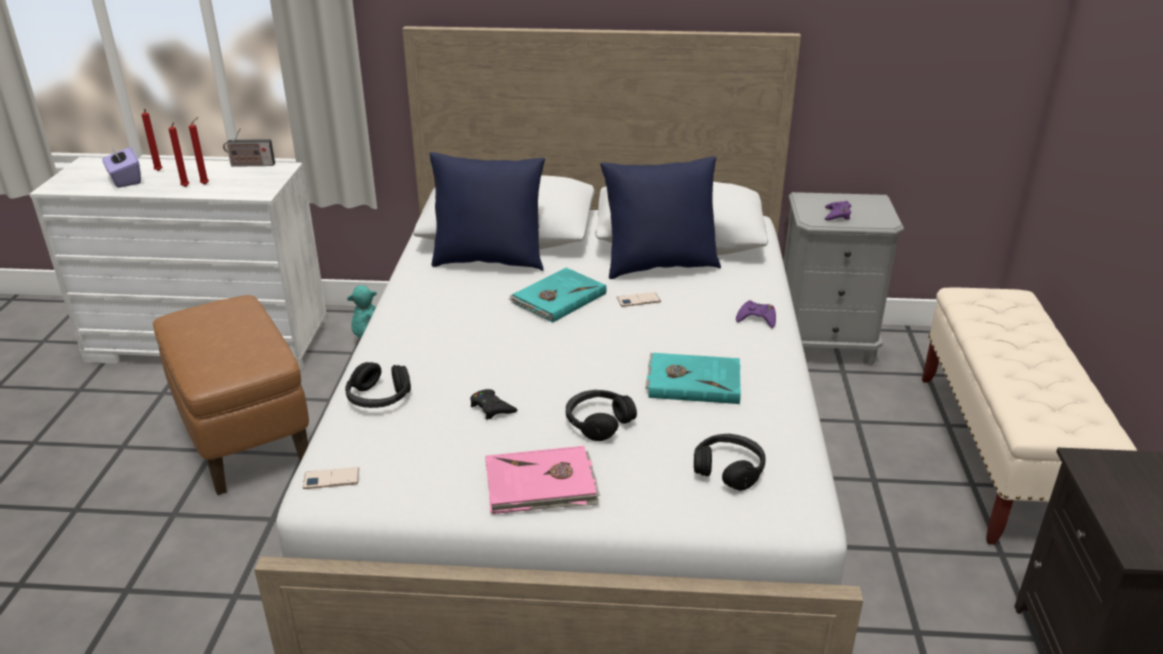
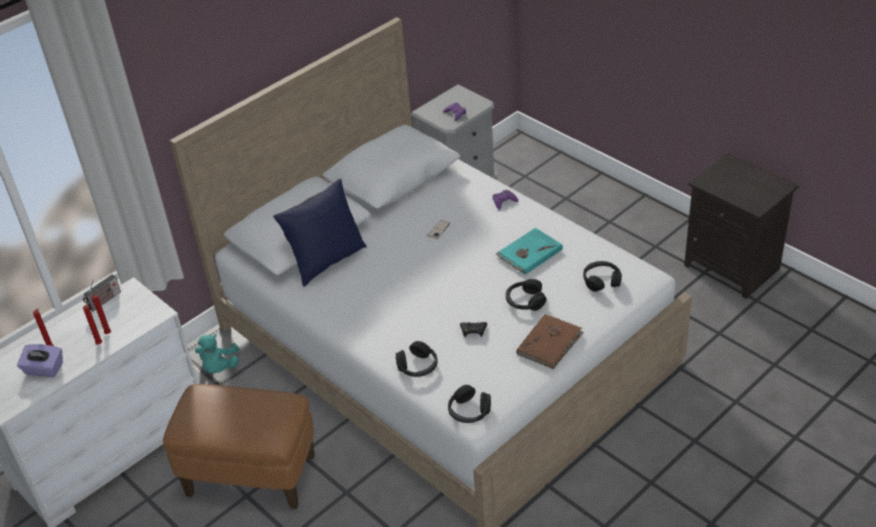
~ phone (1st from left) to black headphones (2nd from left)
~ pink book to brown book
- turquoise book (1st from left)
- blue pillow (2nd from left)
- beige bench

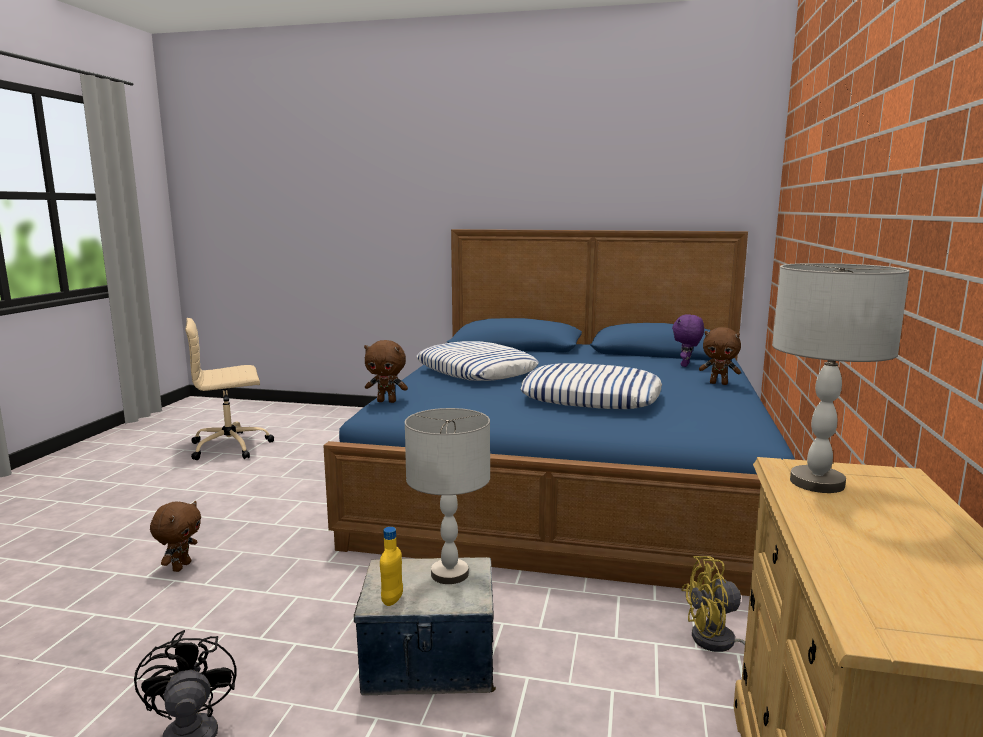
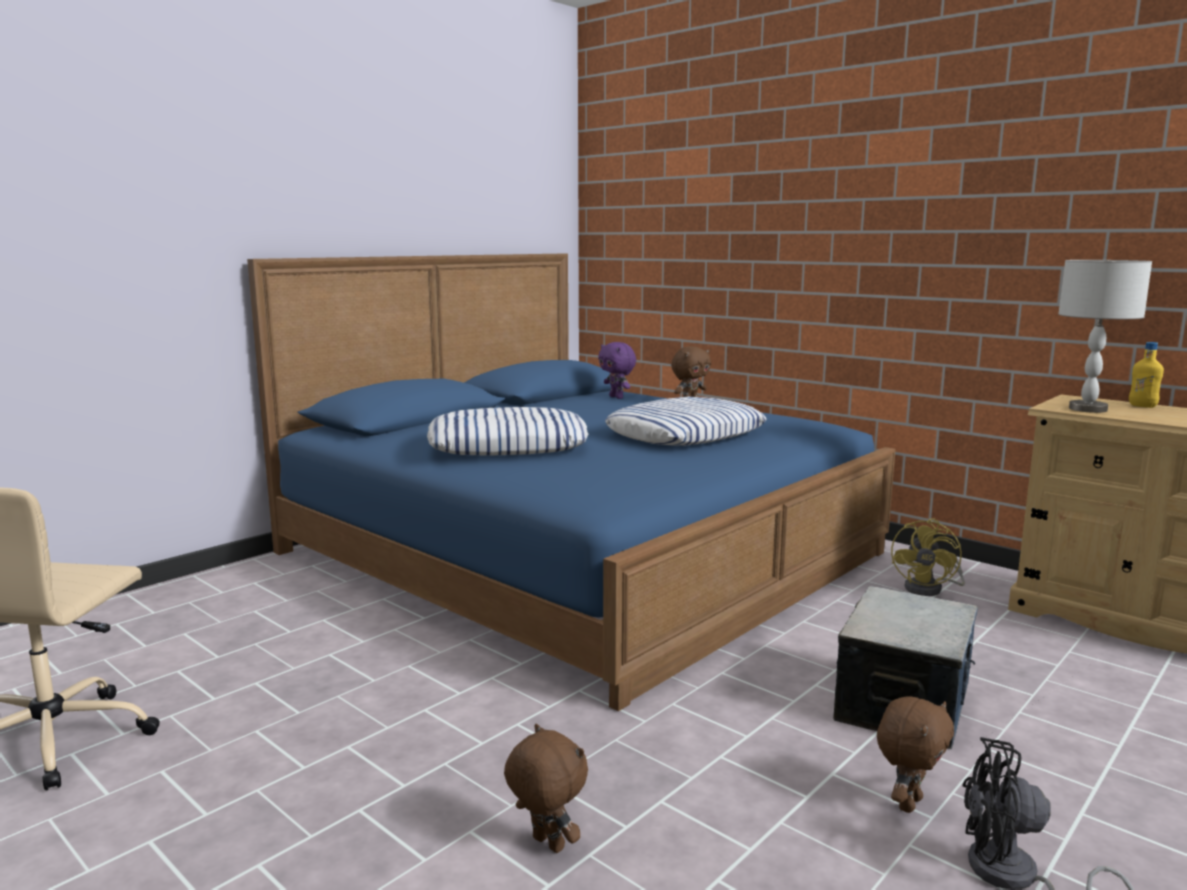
~ brown plush toy (2nd from left in the first image) to brown plush toy (3rd from left)
~ yellow bottle
- grey table lamp (1st from left)

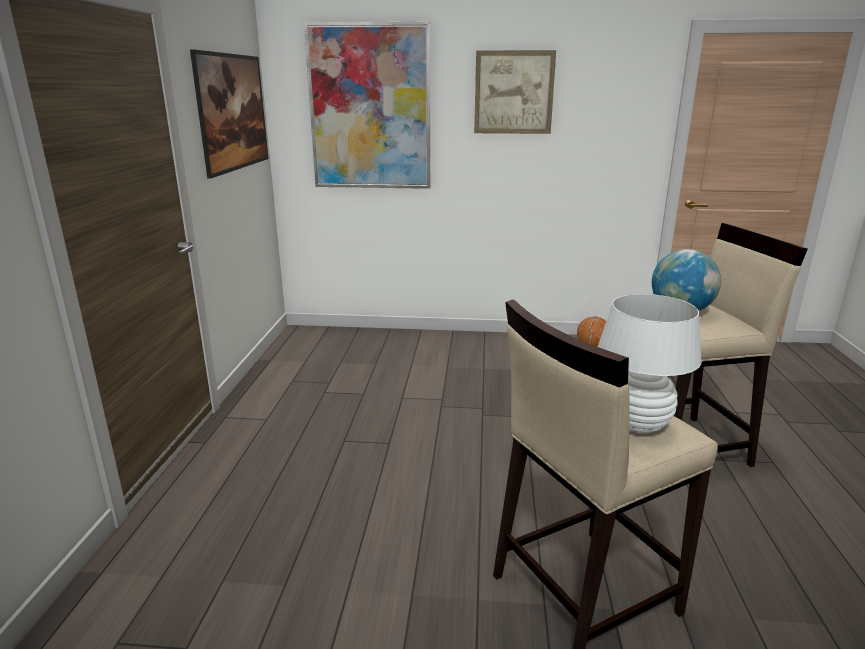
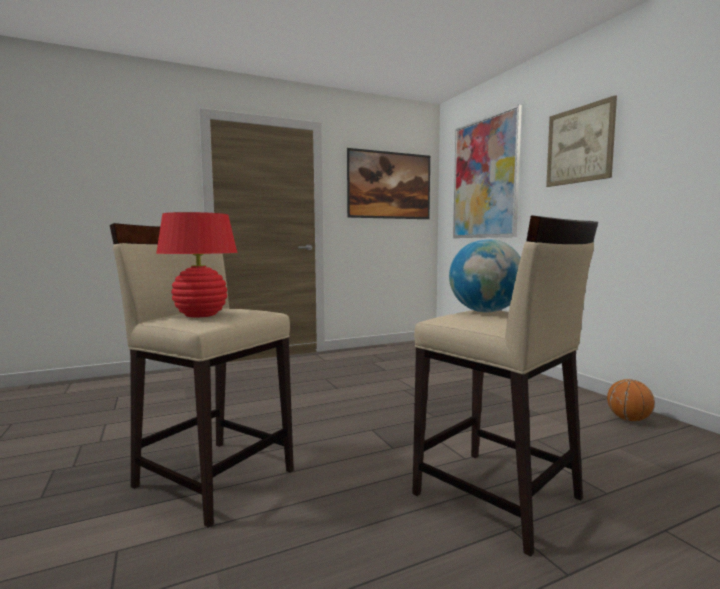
~ white table lamp to red table lamp

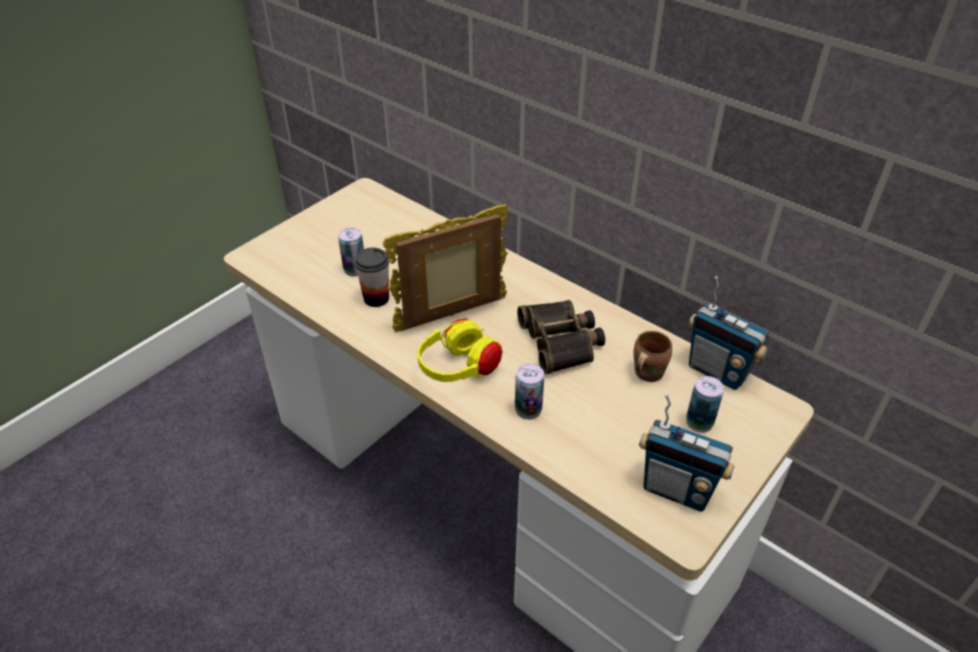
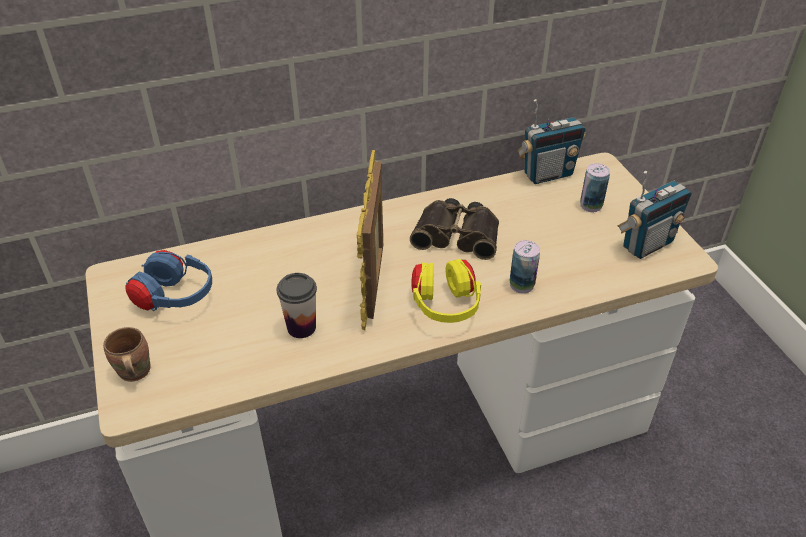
~ brown mug
+ blue headphones
- can (1st from left)

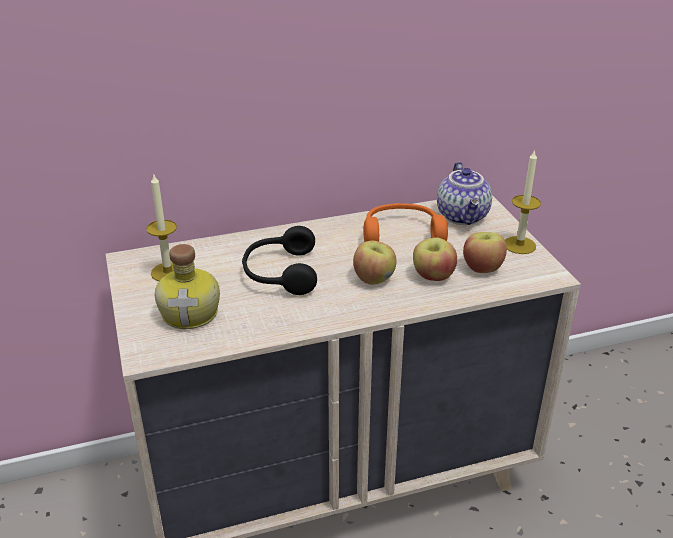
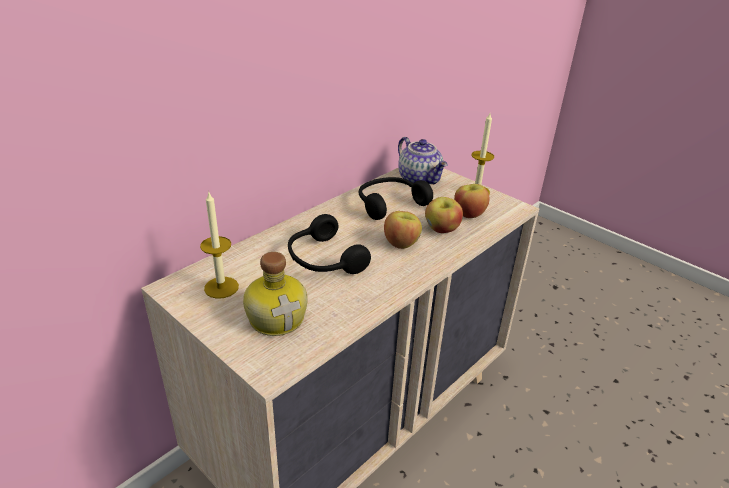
~ orange headphones to black headphones (2nd from left)

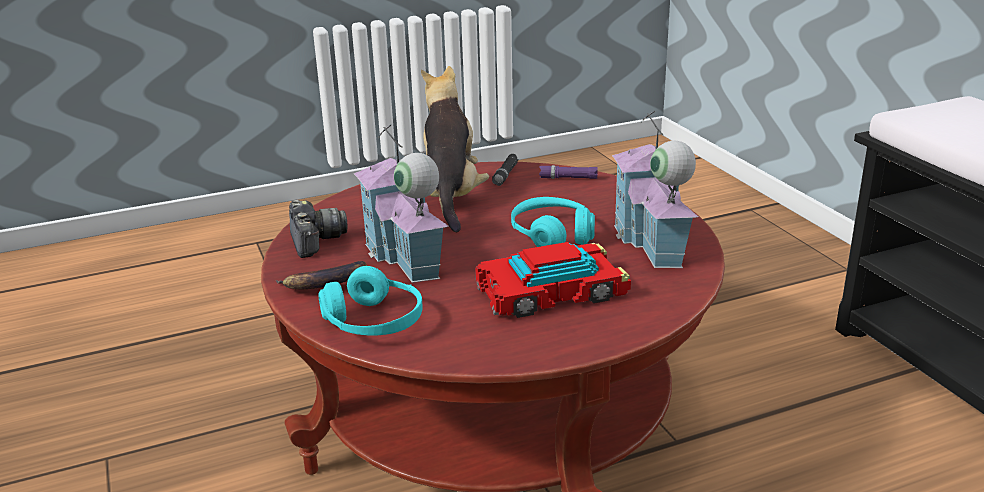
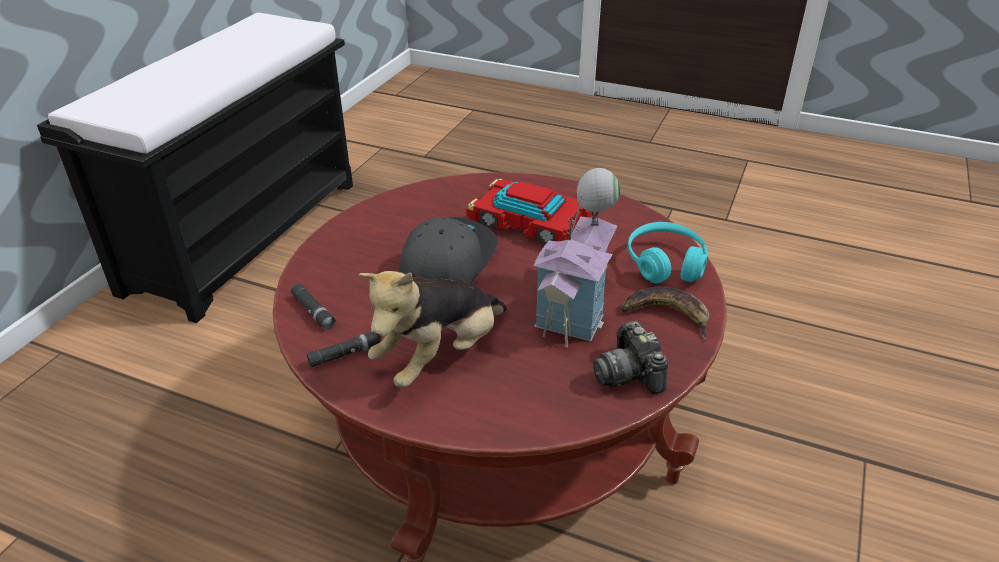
~ purple flashlight to black flashlight (1st from left)
~ turquoise headphones (2nd from left) to grey cap
~ photo camera 45 degrees counterclockwise
- toy house (2nd from left)

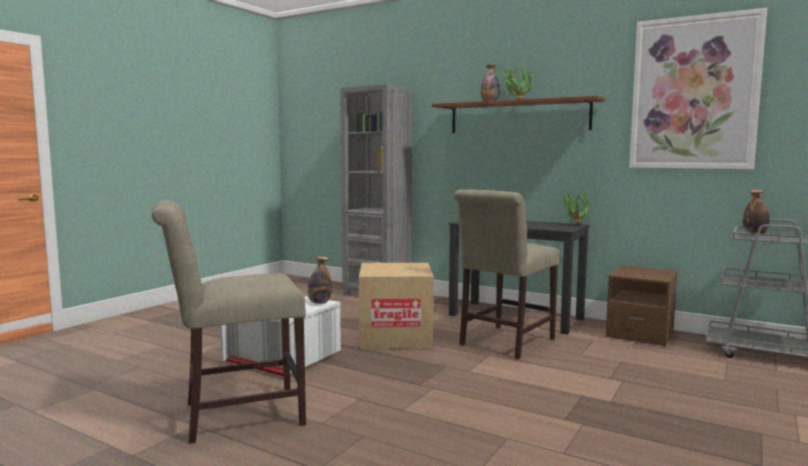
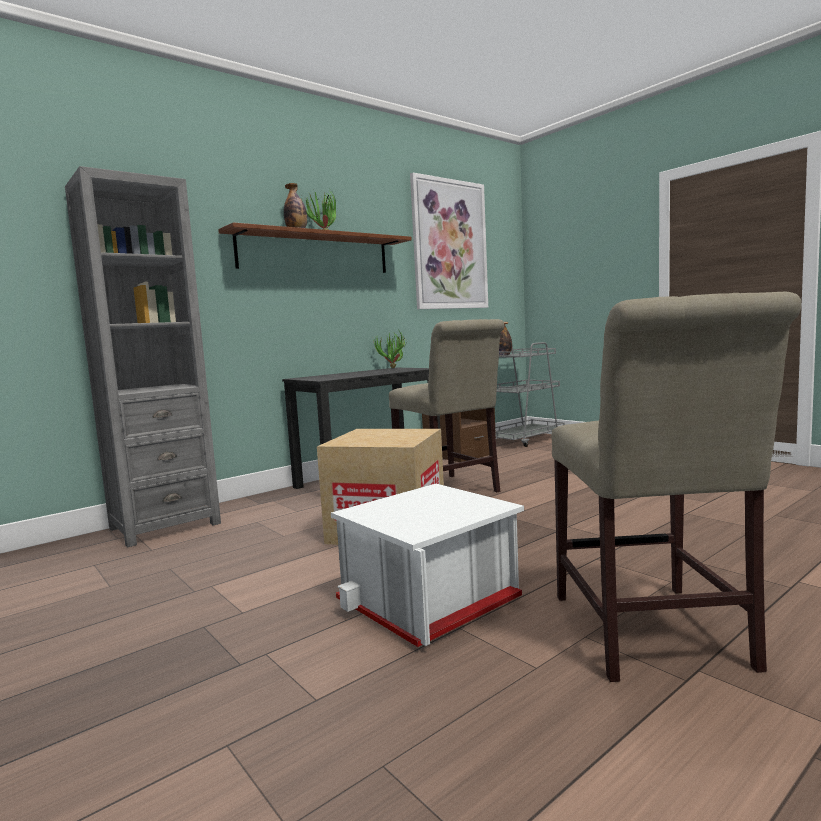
- bottle (1st from left)

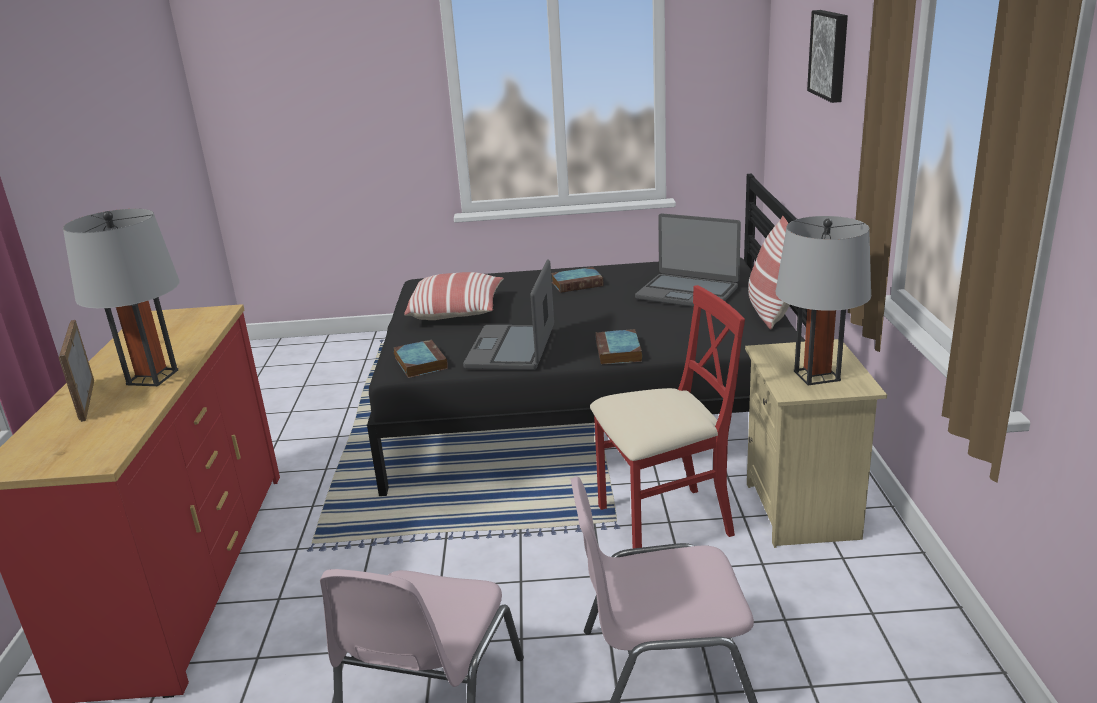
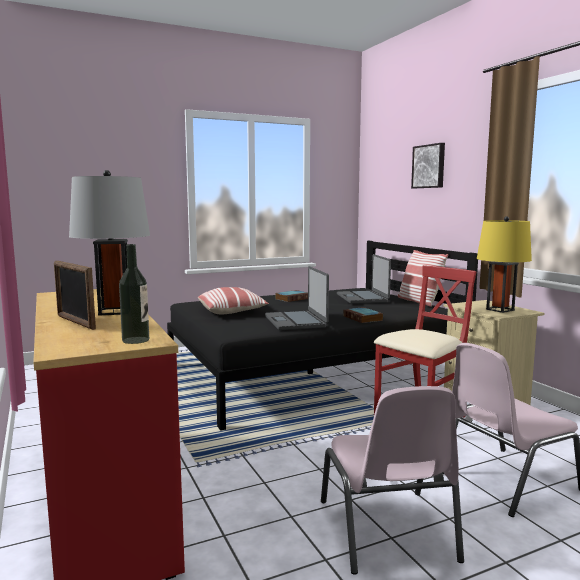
+ bottle
~ laptop (2nd from left) 75 degrees clockwise
~ grey table lamp (2nd from left) to yellow table lamp
- book (1st from left)

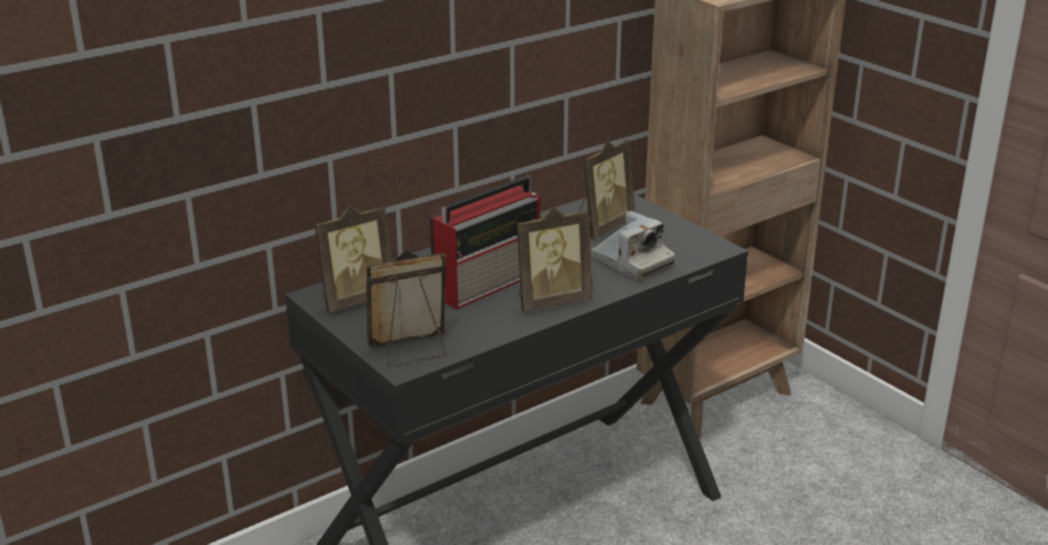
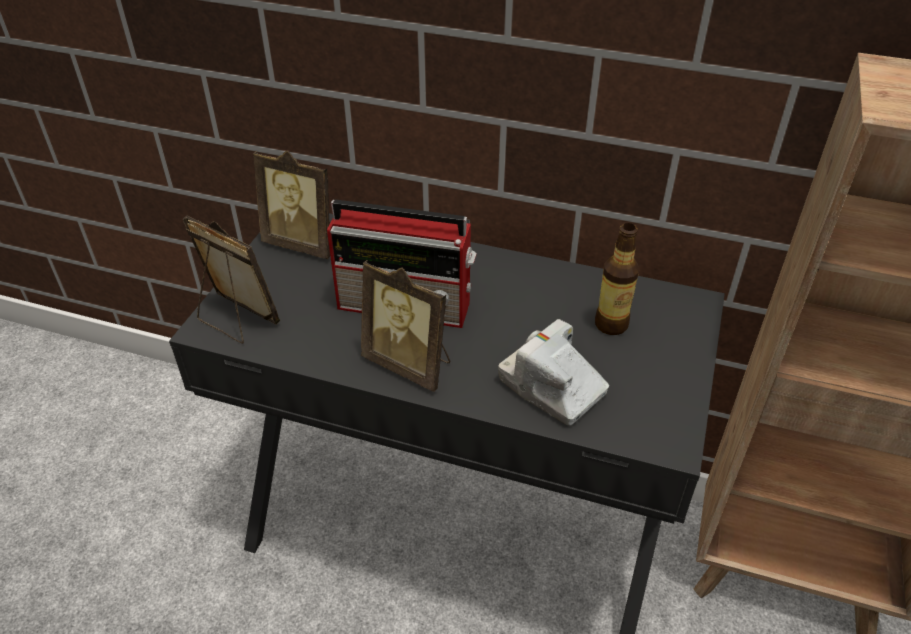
~ photo camera 120 degrees clockwise
~ picture frame (4th from left) to bottle

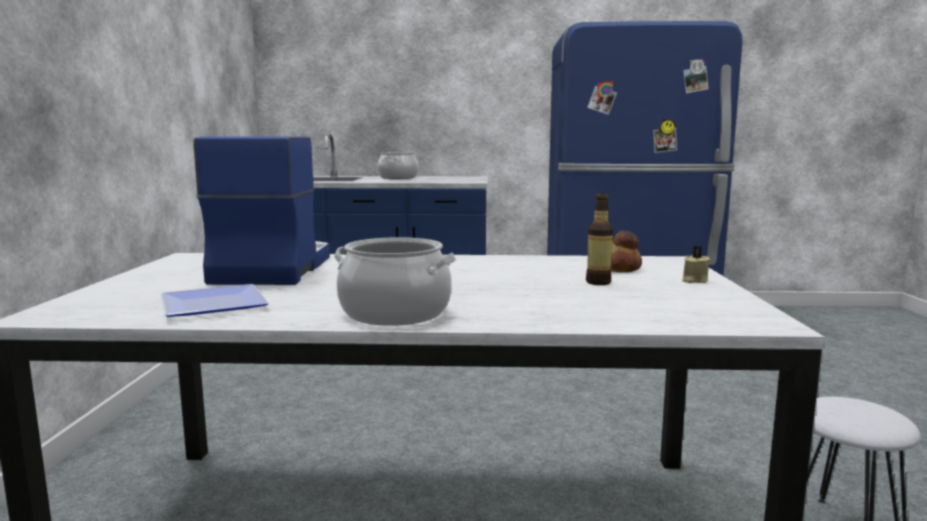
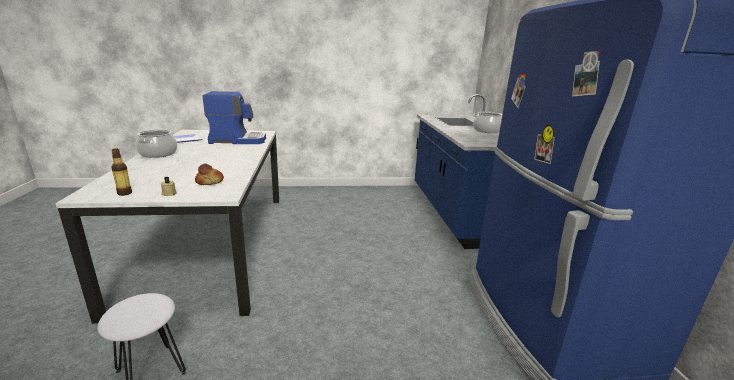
~ bottle

